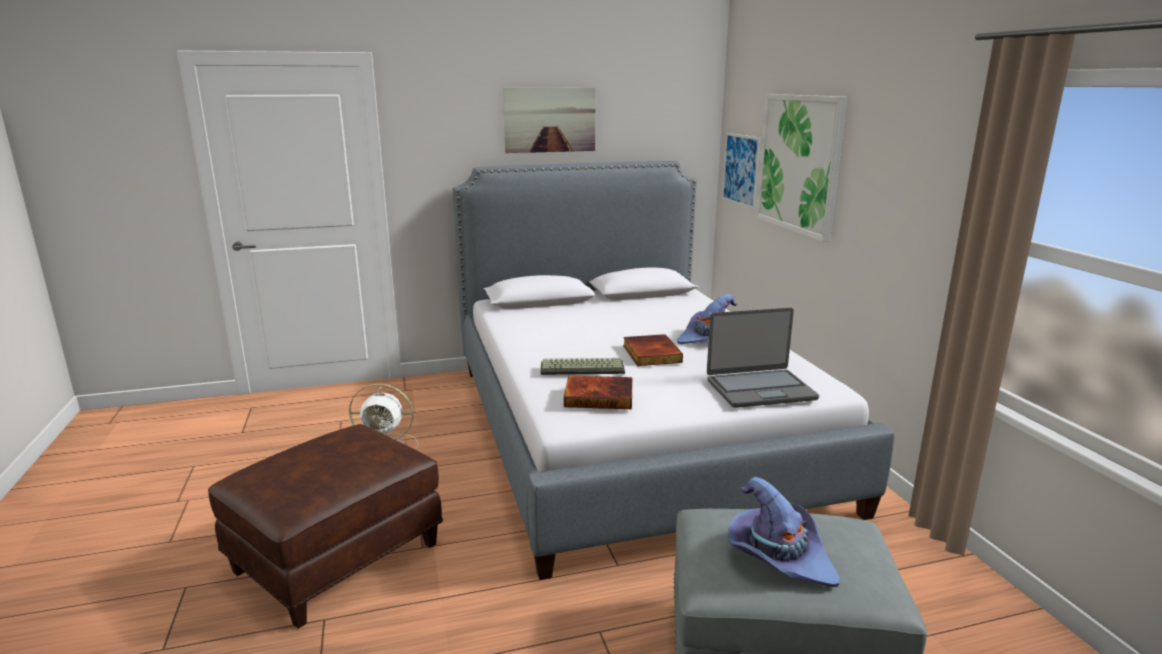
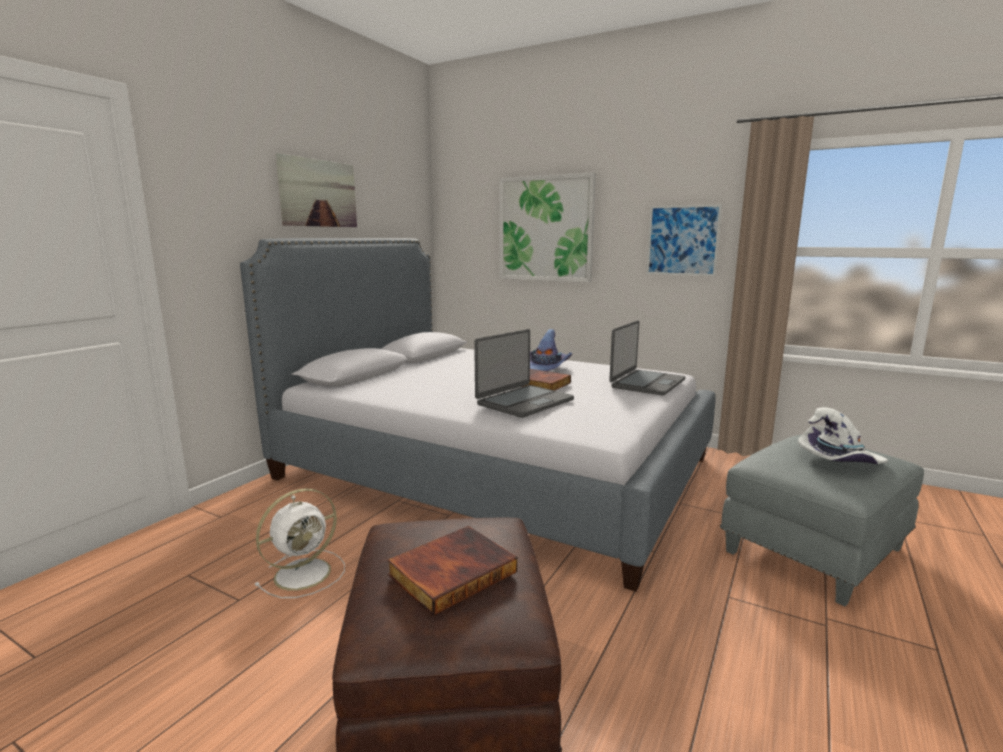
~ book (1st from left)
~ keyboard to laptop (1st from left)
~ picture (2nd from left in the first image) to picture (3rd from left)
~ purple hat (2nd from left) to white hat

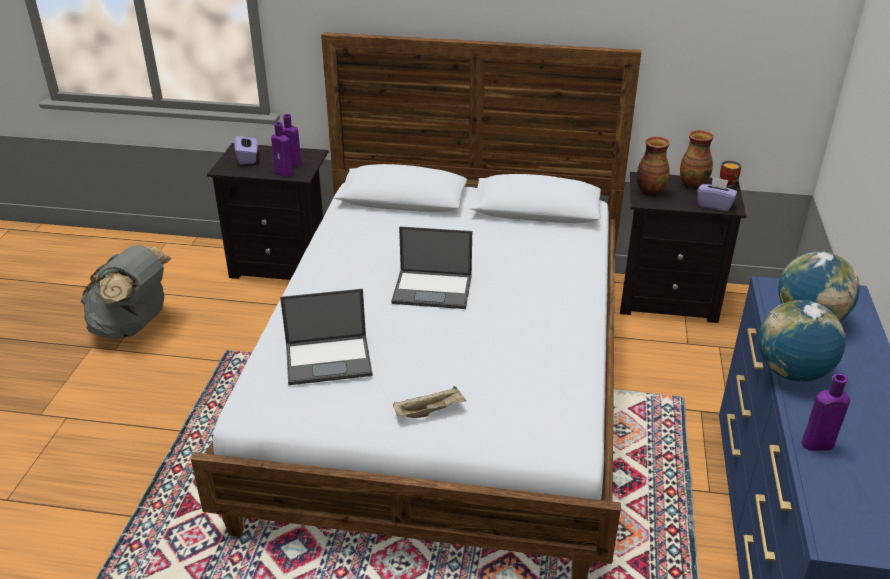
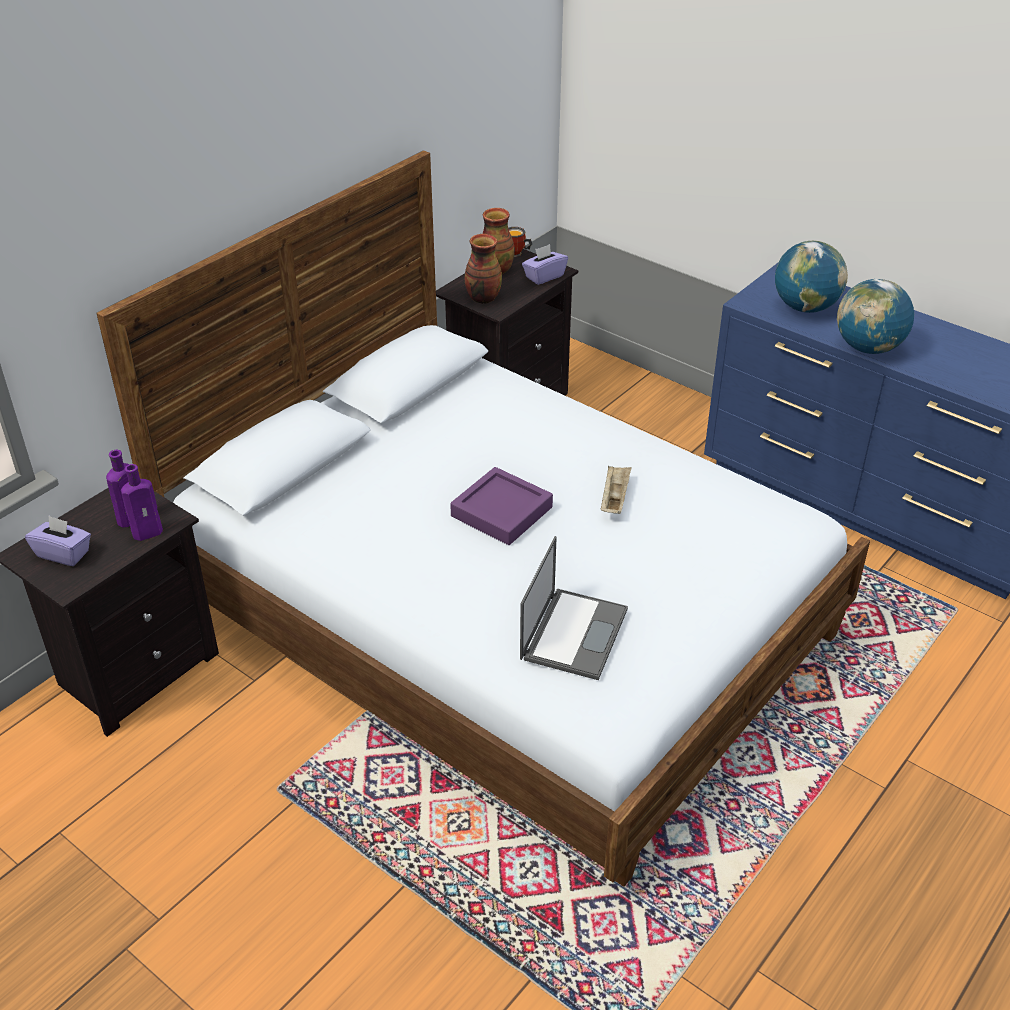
~ laptop (2nd from left) to purple tray
~ beige tray
- grey backpack
- purple bottle (3rd from left)

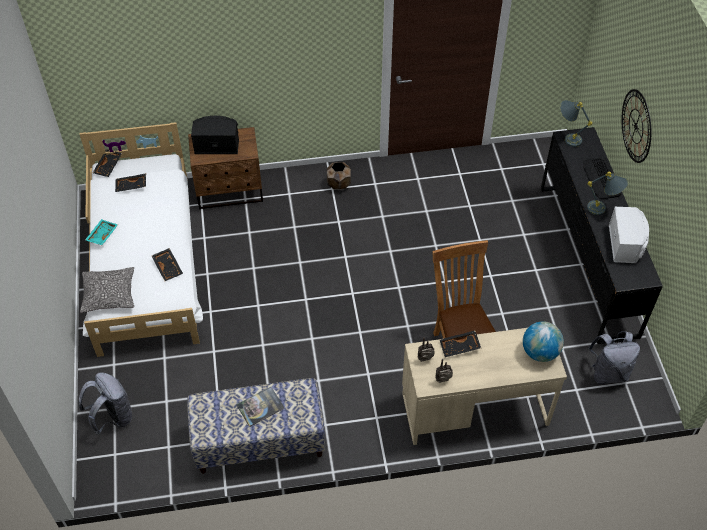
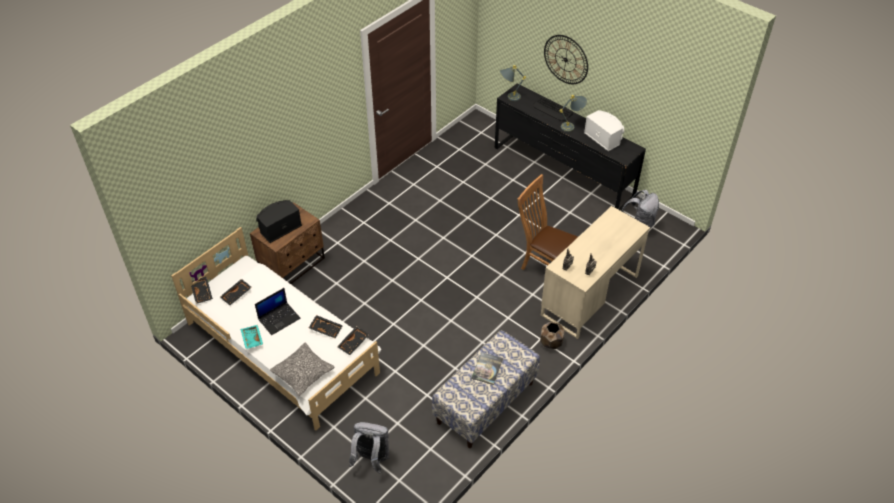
+ laptop
~ black tray (4th from left)
~ brown planter
- globe

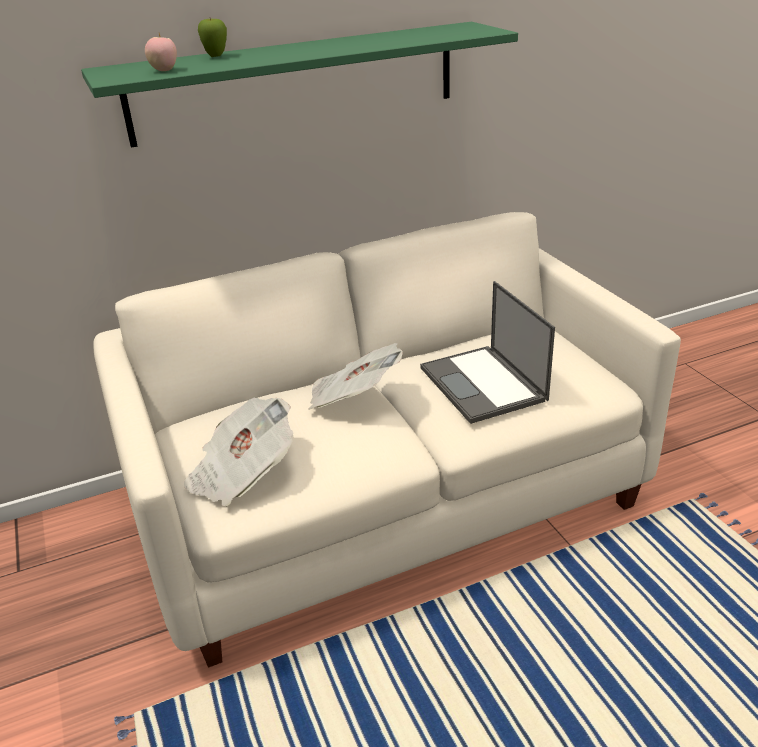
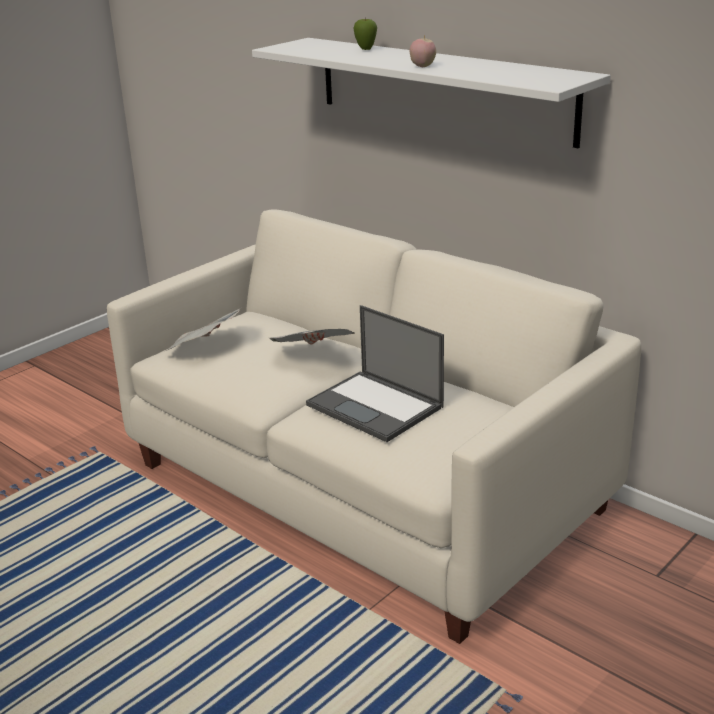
~ green shelf to white shelf
~ laptop 90 degrees counterclockwise
~ apple (1st from left in the first image) to apple (2nd from left)

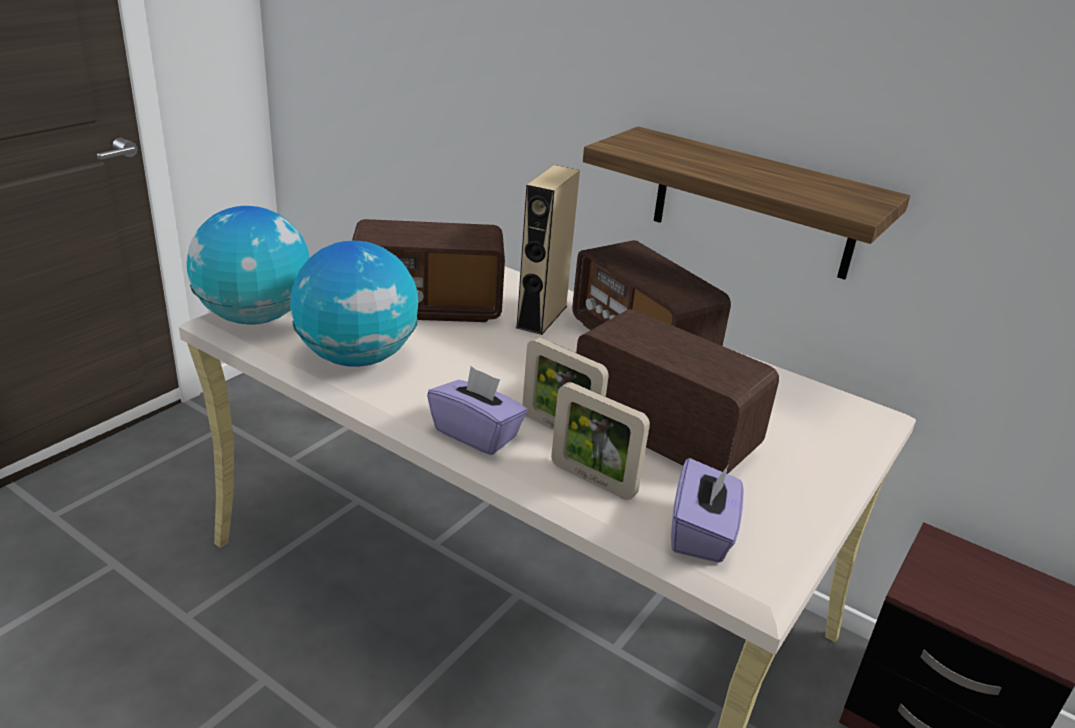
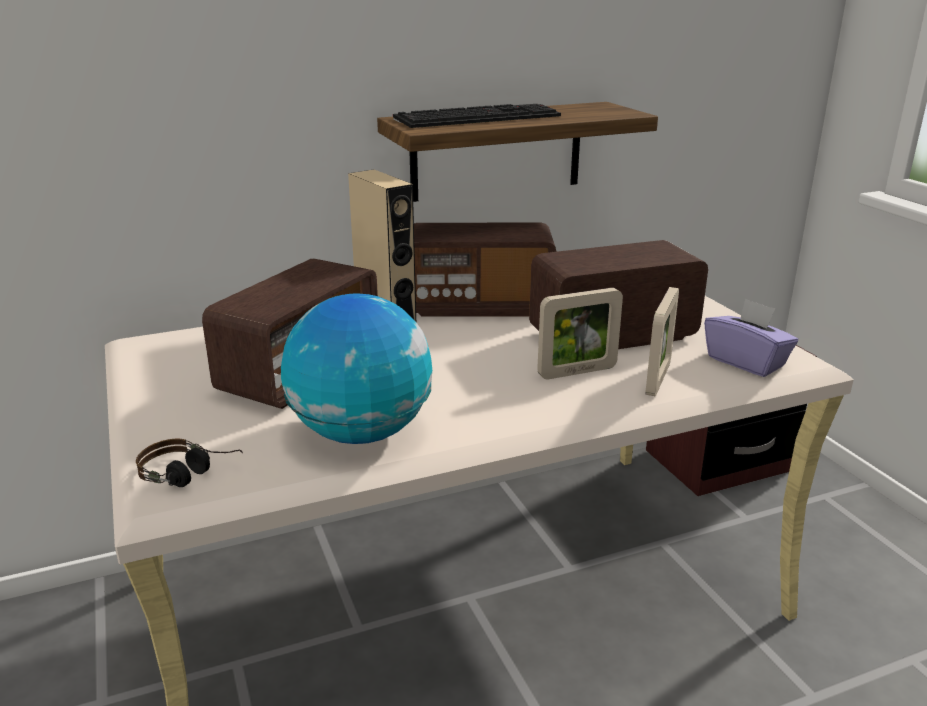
~ globe (1st from left) to headphones
+ keyboard
~ picture frame (2nd from left) 45 degrees counterclockwise
- purple tissue box (1st from left)

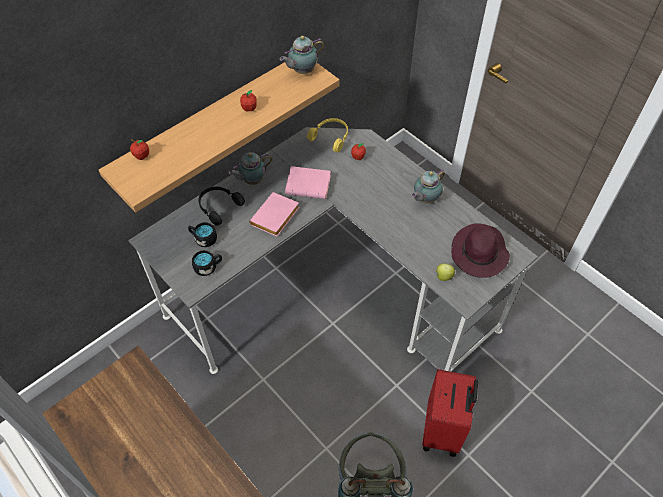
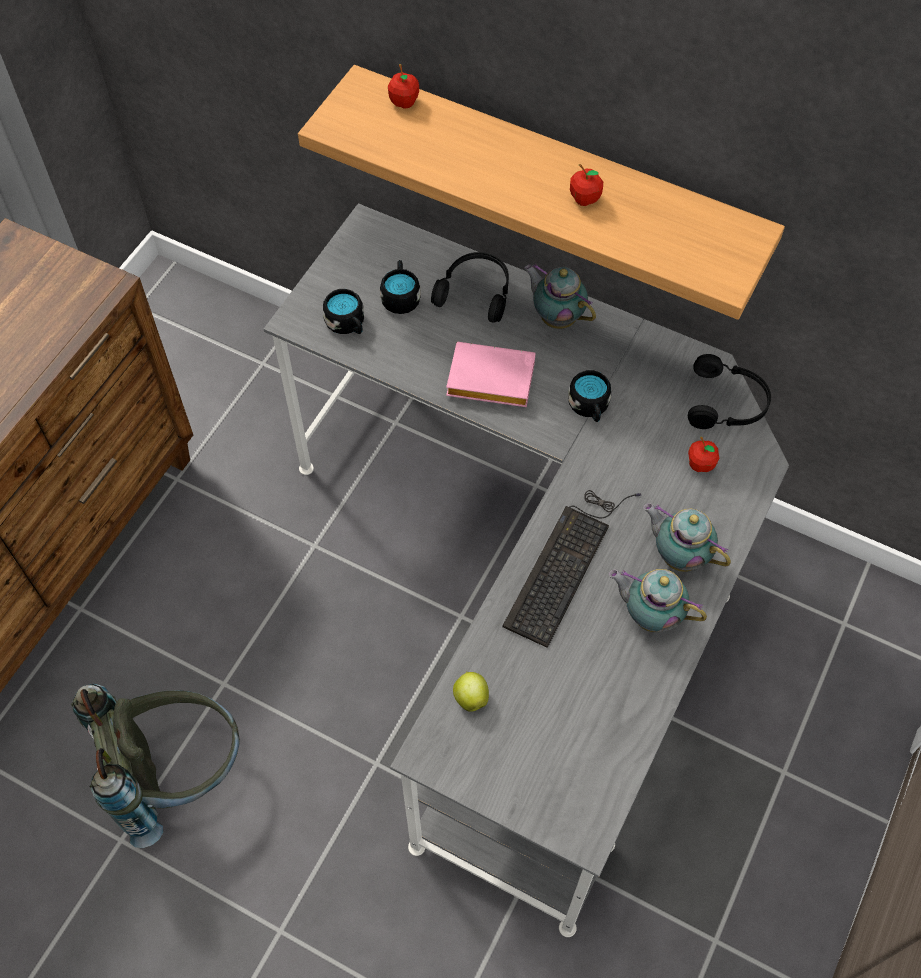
+ keyboard
~ pink book (2nd from left) to black mug (3rd from left)
~ teapot (2nd from left in the first image) to teapot (3rd from left)
~ yellow headphones to black headphones (2nd from left)
- red suitcase
- purple hat

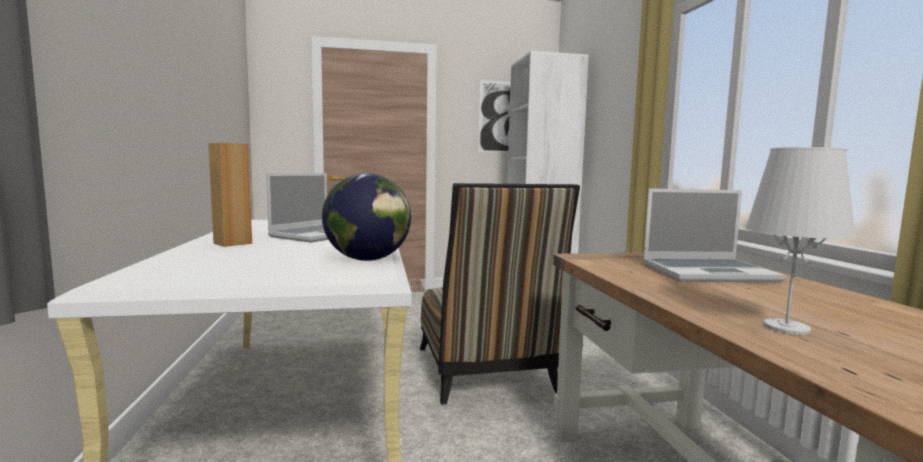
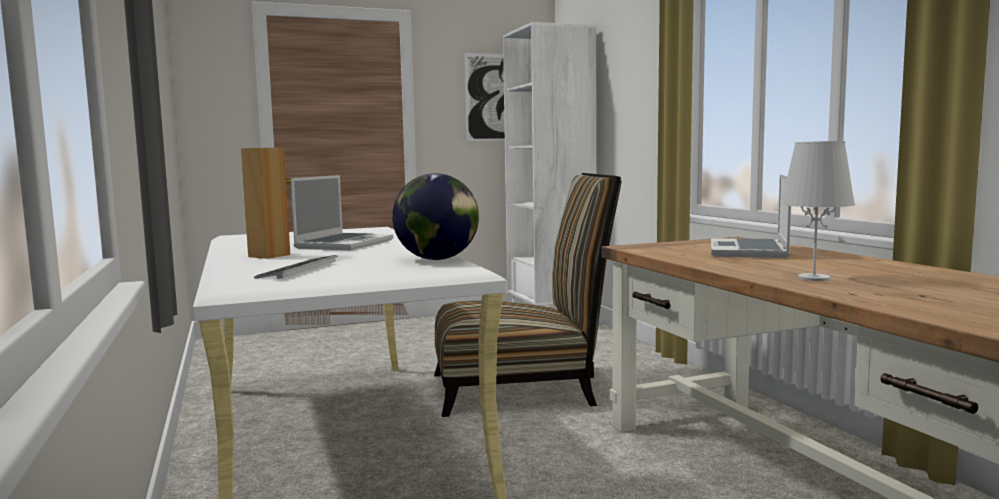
+ keyboard
~ chair 75 degrees counterclockwise
~ laptop (2nd from left) 120 degrees clockwise

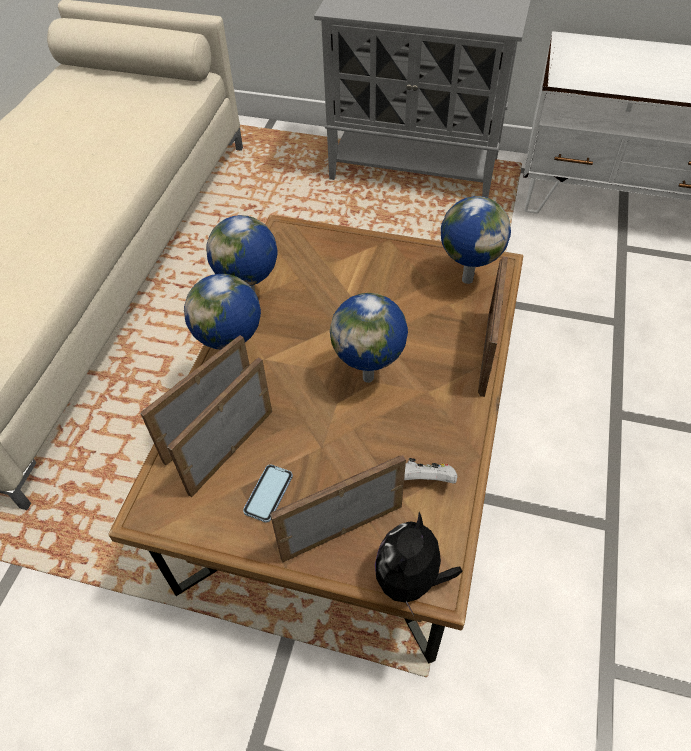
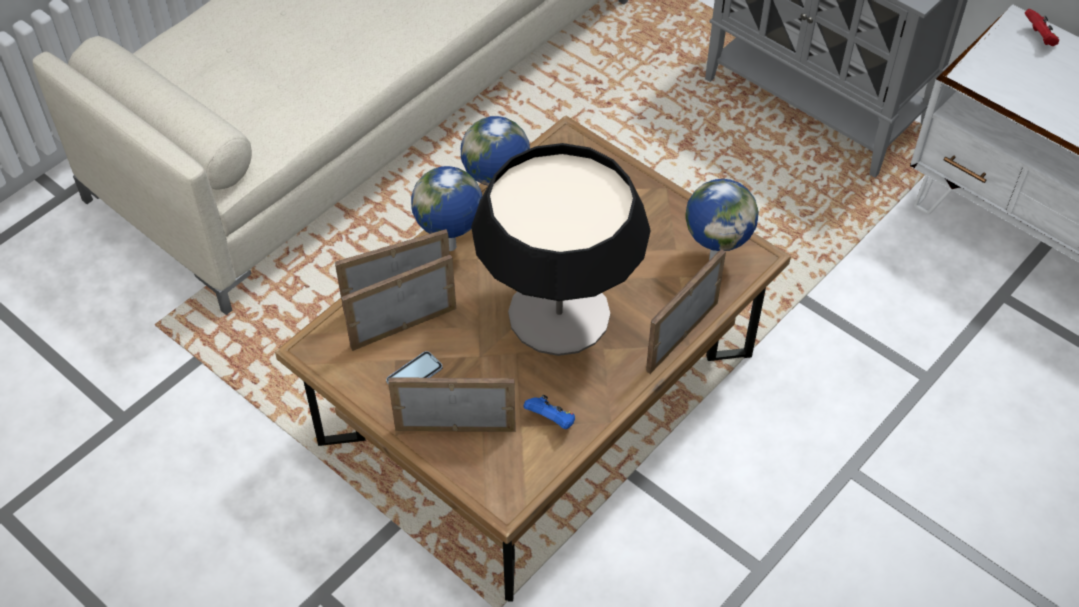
~ globe (3rd from left) to table lamp
~ white game controller to blue game controller
+ red game controller
- plush toy

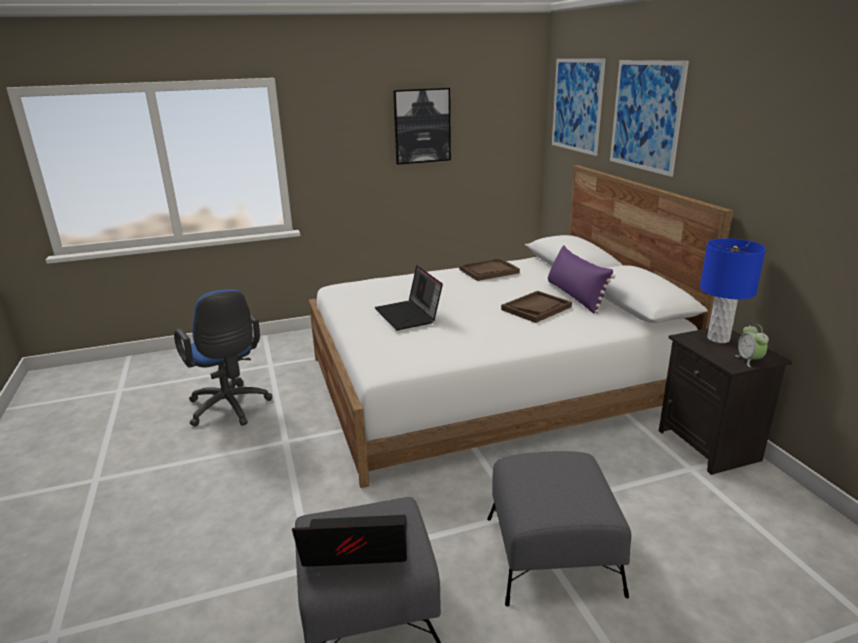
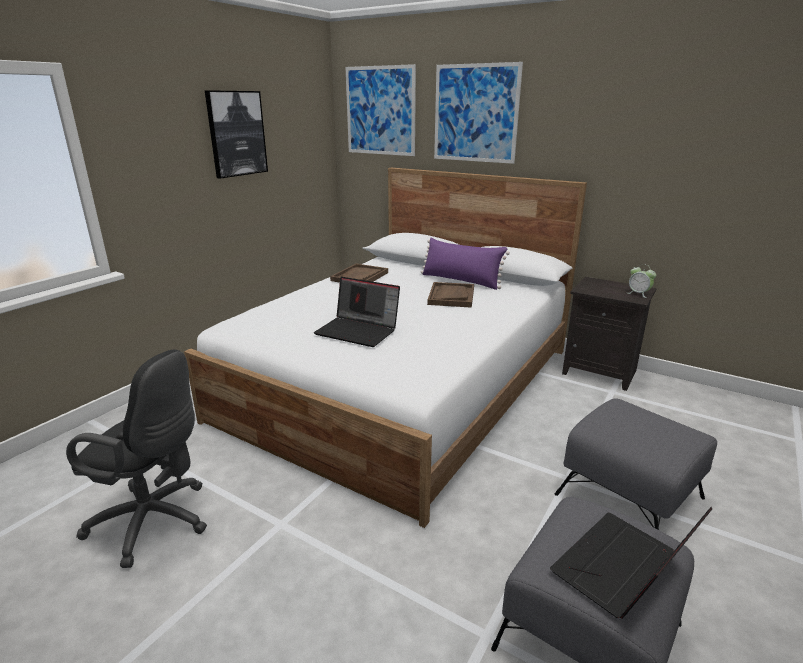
~ blue office chair to black office chair
- blue table lamp

